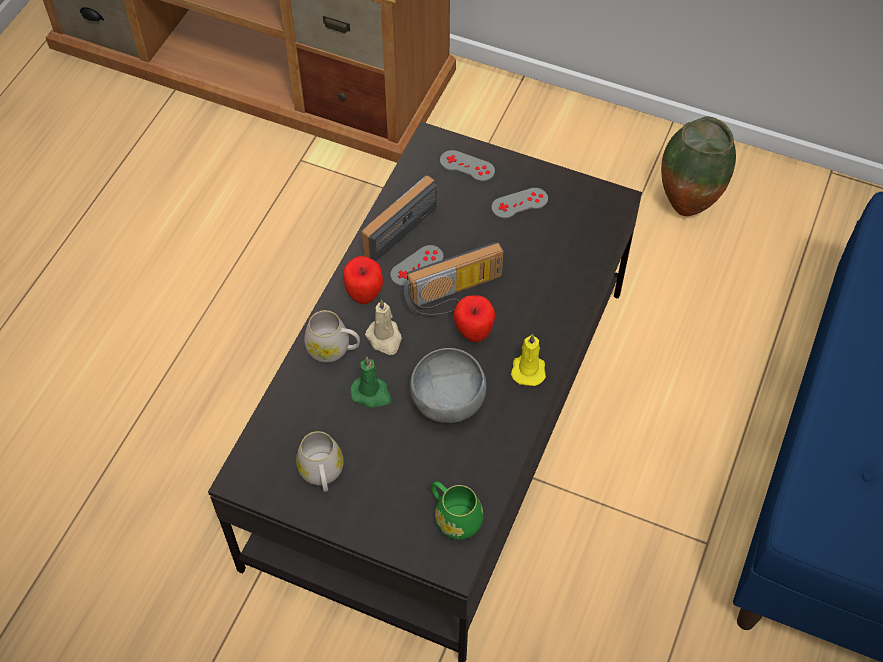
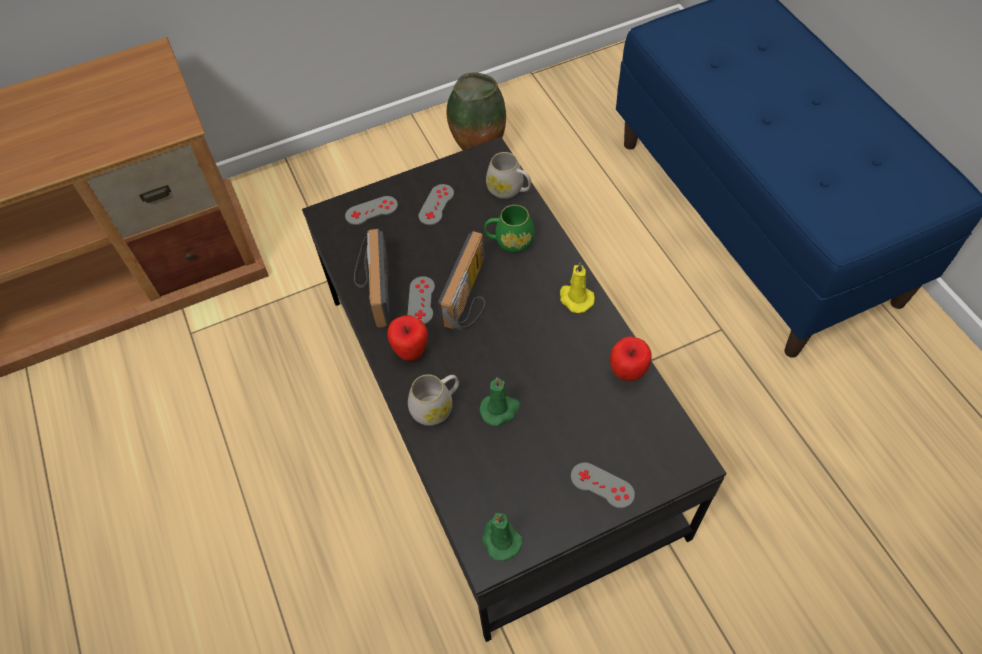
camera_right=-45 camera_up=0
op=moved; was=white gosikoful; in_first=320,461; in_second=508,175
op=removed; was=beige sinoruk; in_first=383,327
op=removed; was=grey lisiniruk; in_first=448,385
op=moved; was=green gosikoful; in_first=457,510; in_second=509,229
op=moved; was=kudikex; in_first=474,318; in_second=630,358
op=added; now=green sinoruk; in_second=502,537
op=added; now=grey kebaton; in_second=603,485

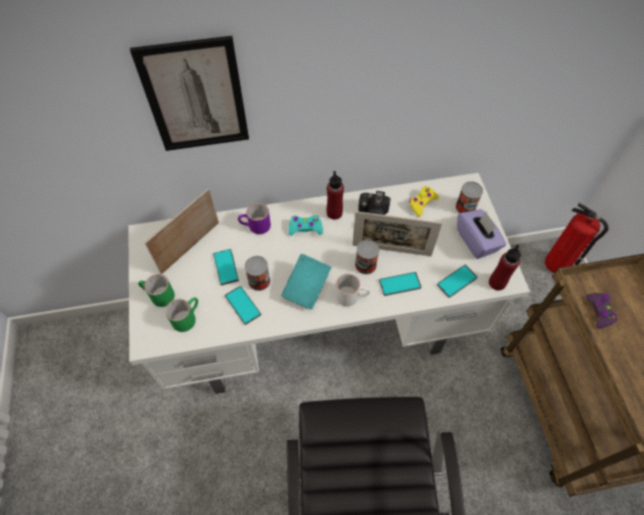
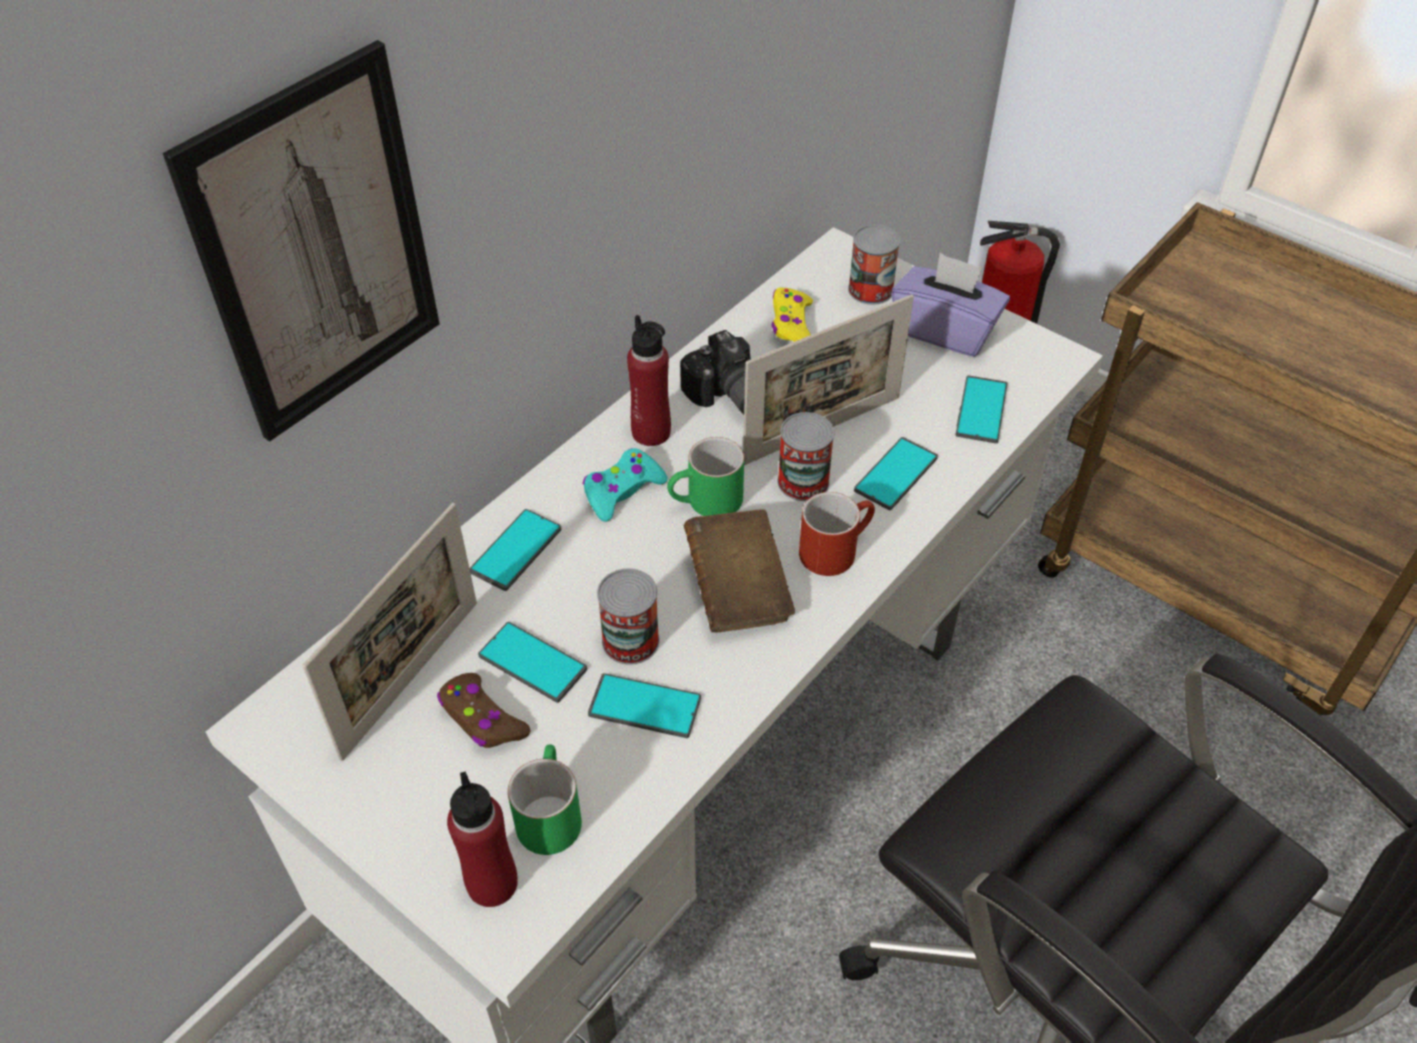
camera_right=-40 camera_up=-10
op=moved; was=green gosikoful; in_first=156,290; in_second=705,476
op=turned; was=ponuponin; in_first=181,231; in_second=389,632; clockwise=-150
op=replaced; was=purple gosikoful; now=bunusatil; in_first=254,218; in_second=515,550
op=recoloured; was=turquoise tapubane; now=brown tapubane; in_first=306,281; in_second=739,570
op=recoloured; was=white gosikoful; now=red gosikoful; in_first=353,290; in_second=837,534
op=moved; was=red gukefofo; in_first=505,267; in_second=482,839
op=removed; was=purple kebaton; in_first=602,311
op=added; now=brown kebaton; in_second=483,710

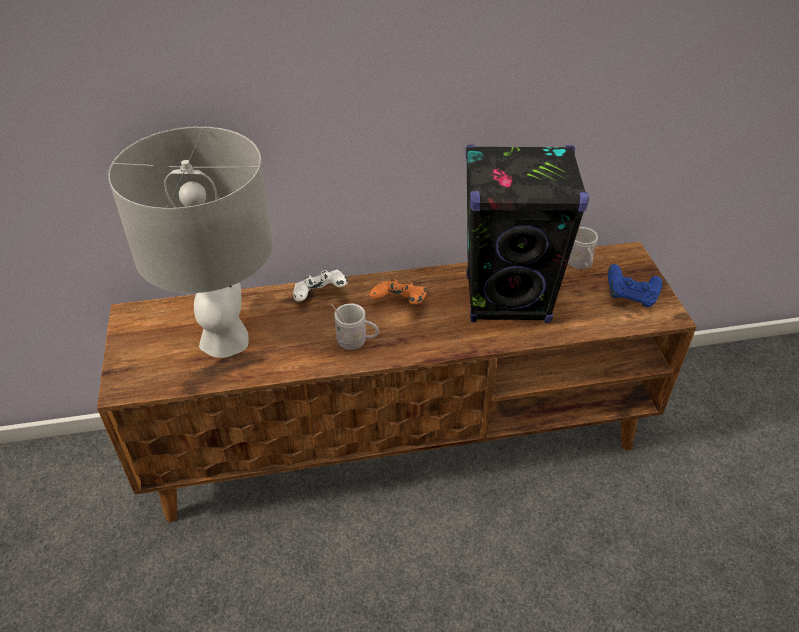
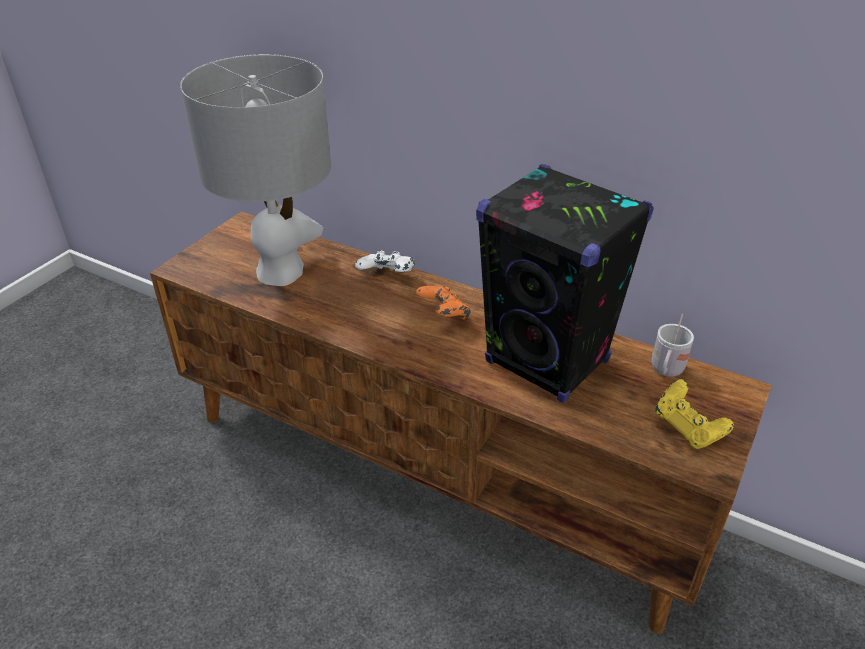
camera_right=40 camera_up=-5
op=removed; was=white gosikoful; in_first=355,326
op=recoloured; was=blue kebaton; now=yellow kebaton; in_first=635,285; in_second=694,414

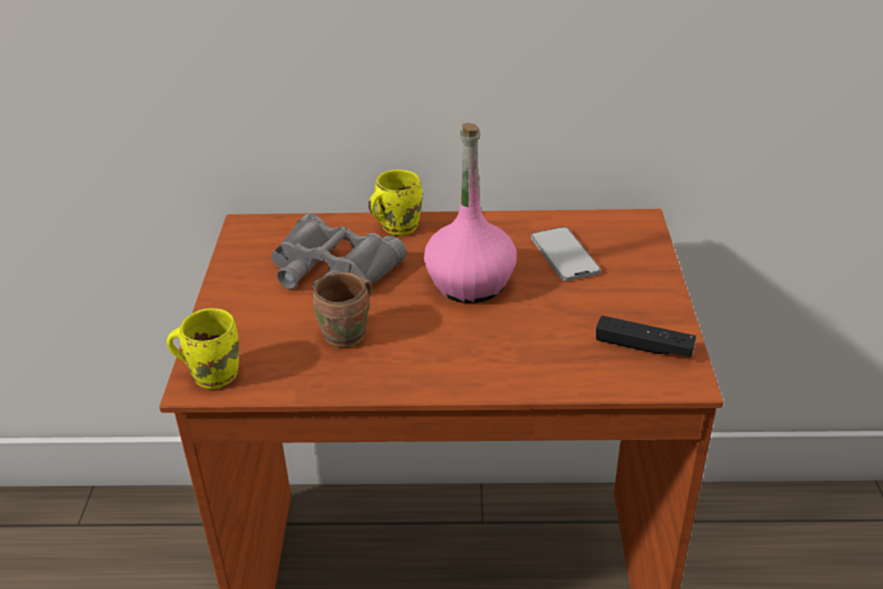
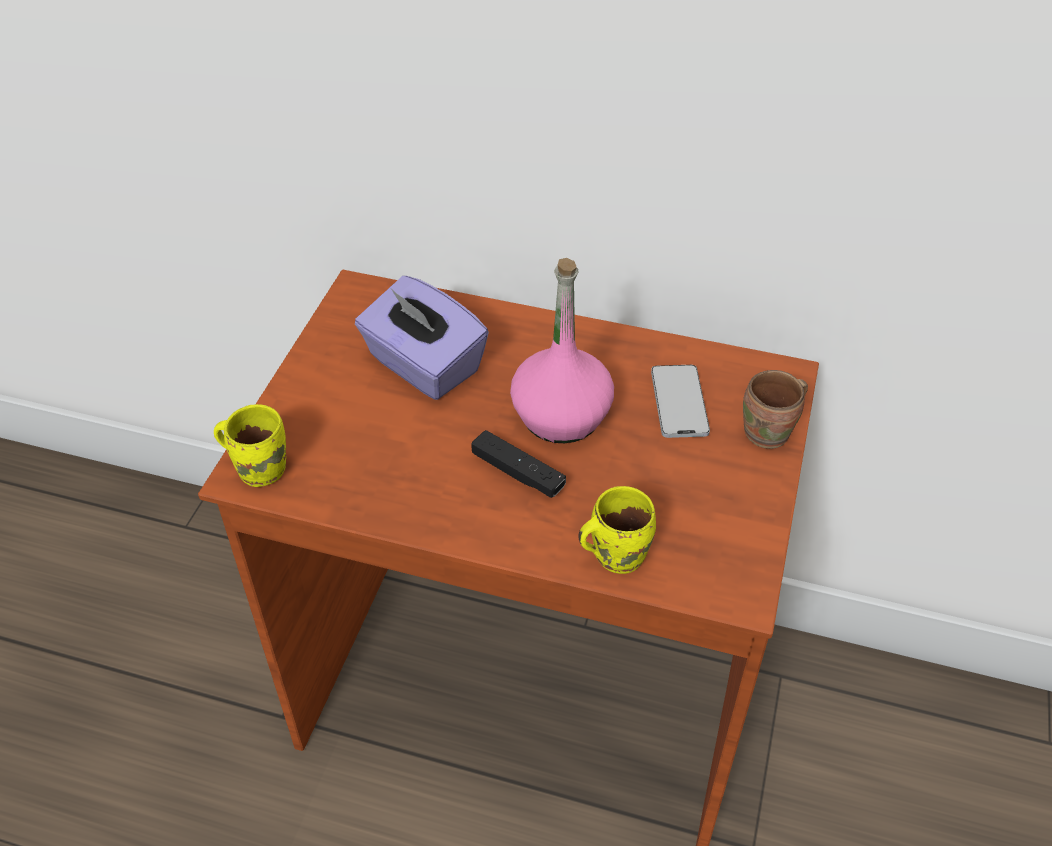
camera_right=15 camera_up=10
op=replaced; was=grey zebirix; now=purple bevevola; in_first=339,252; in_second=422,338
op=moved; was=brown gosikoful; in_first=342,309; in_second=775,409
op=moved; was=yellow gosikoful; in_first=395,203; in_second=617,530
op=moved; was=black kebaton; in_first=646,336; in_second=519,464

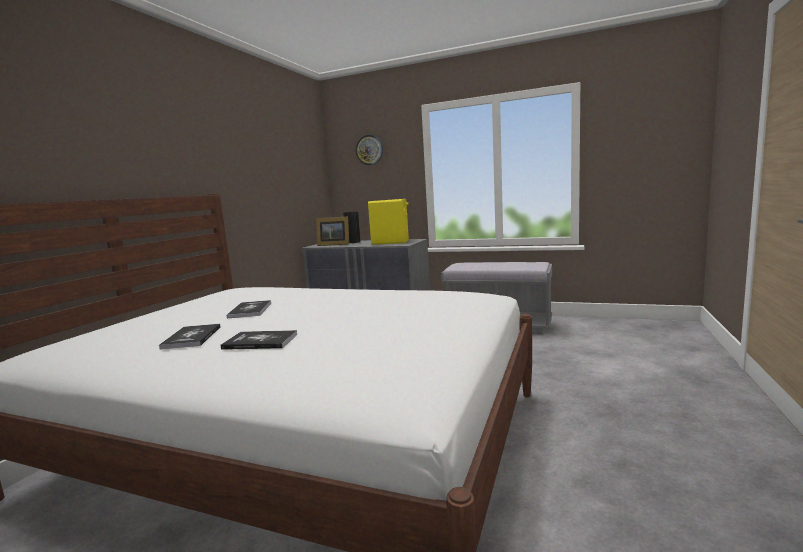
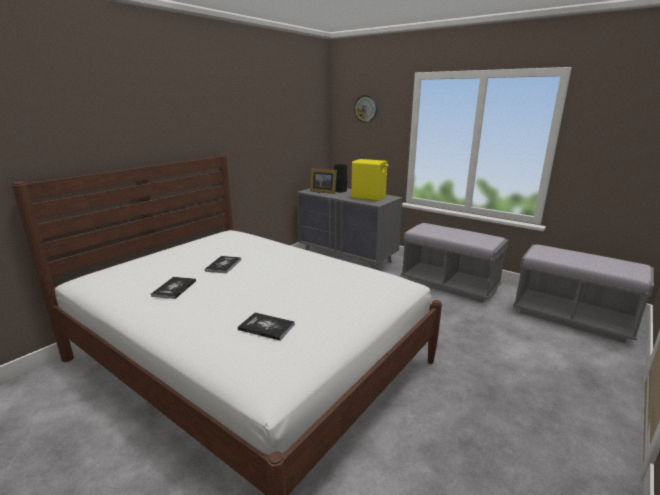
camera_right=15 camera_up=10
op=moved; was=tapubane; in_first=259,340; in_second=266,326
op=added; now=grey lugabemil; in_second=583,293

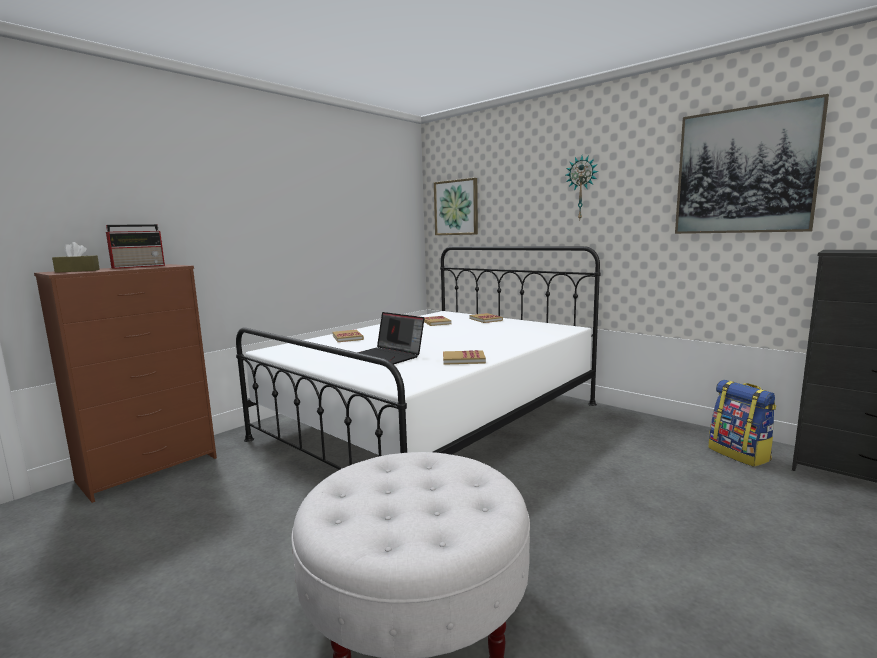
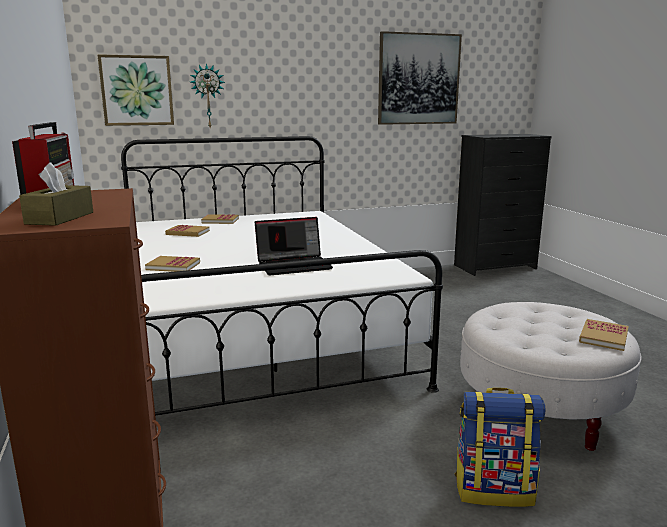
camera_right=-60 camera_up=5
op=moved; was=tapubane; in_first=464,357; in_second=604,335
op=moved; was=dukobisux; in_first=582,187; in_second=208,95
op=moved; was=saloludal; in_first=742,423; in_second=500,447

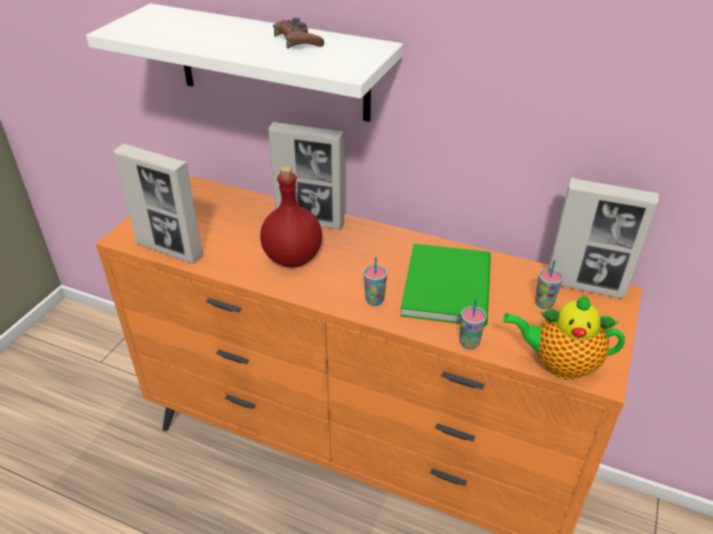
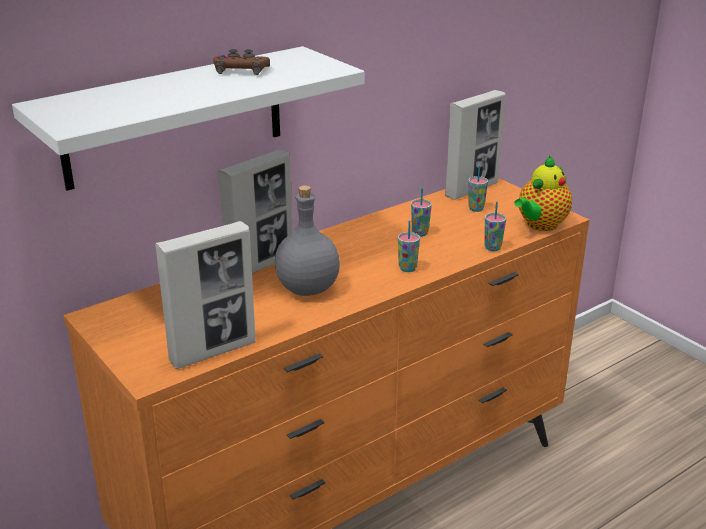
camera_right=-60 camera_up=-10
op=recoloured; was=red gukefofo; now=grey gukefofo; in_first=291,217; in_second=307,240
op=replaced; was=green tapubane; now=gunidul; in_first=445,285; in_second=421,212

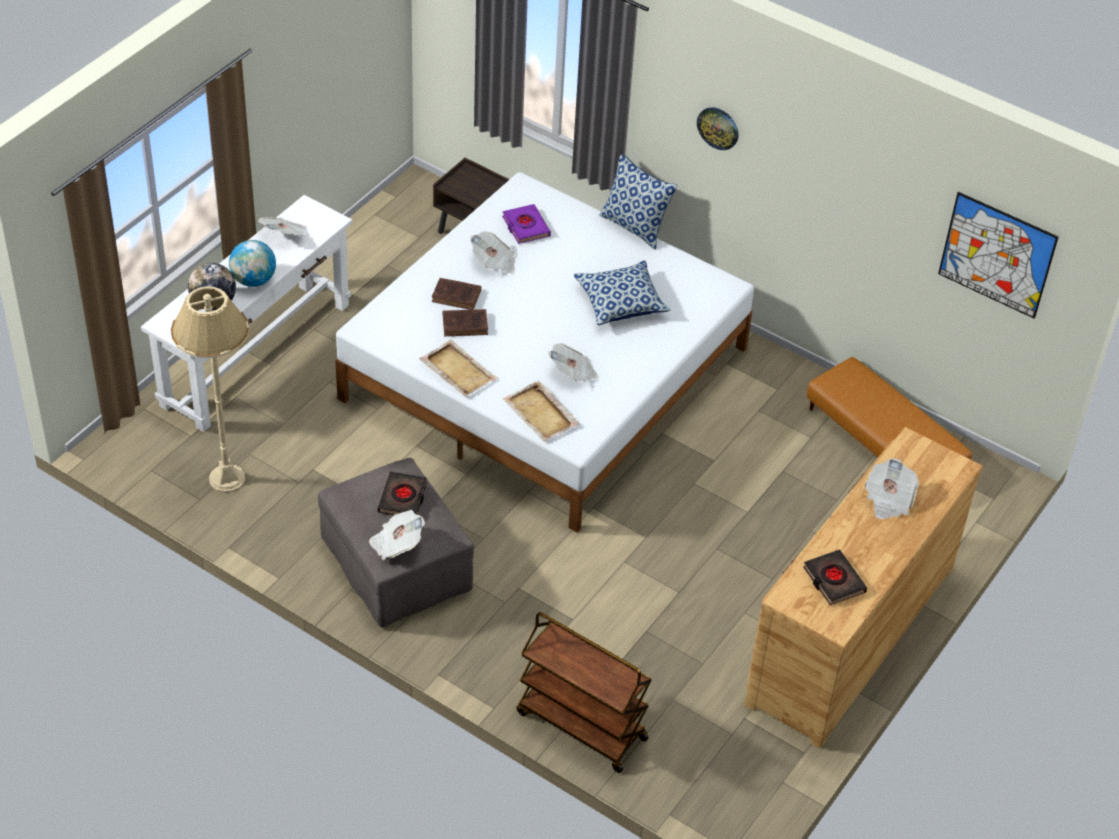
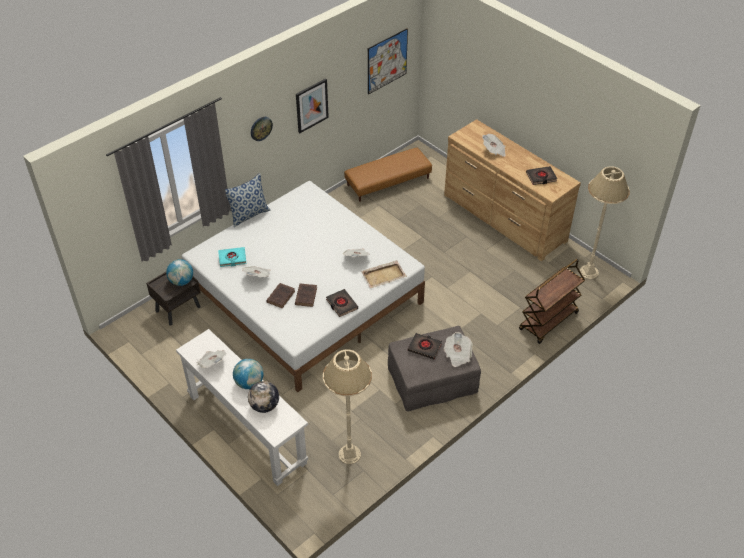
camera_right=-75 camera_up=0
op=replaced; was=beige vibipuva; now=black tapubane; in_first=458,368; in_second=342,303
op=recoloured; was=purple tapubane; now=turquoise tapubane; in_first=526,224; in_second=232,257
op=removed; was=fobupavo; in_first=622,292
op=added; now=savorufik; in_second=179,272
op=added; now=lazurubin; in_second=312,105
op=added; now=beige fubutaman; in_second=605,222

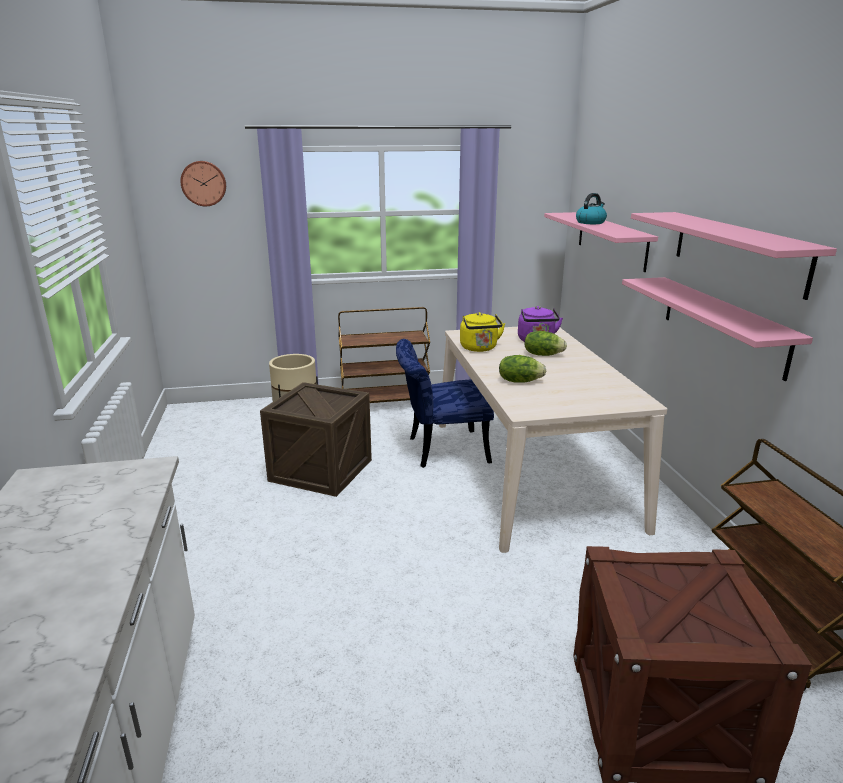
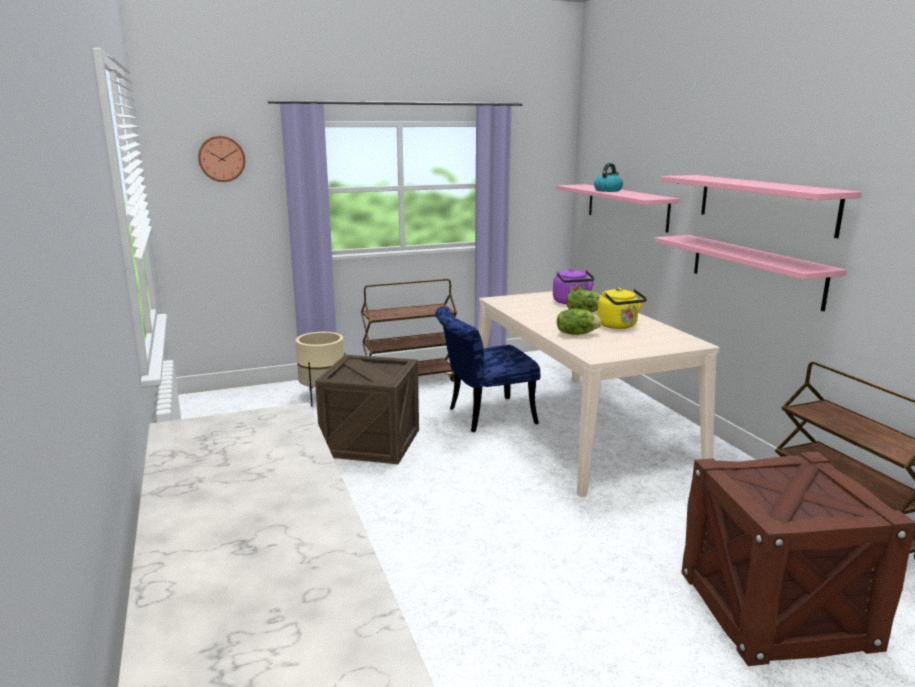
camera_right=-10 camera_up=-5
op=moved; was=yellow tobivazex; in_first=482,332; in_second=622,308

